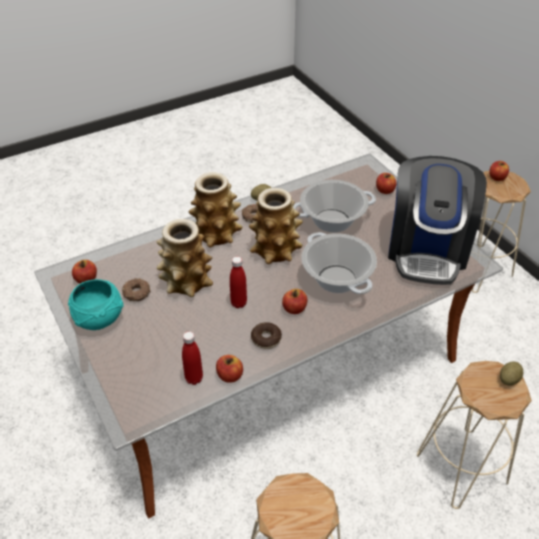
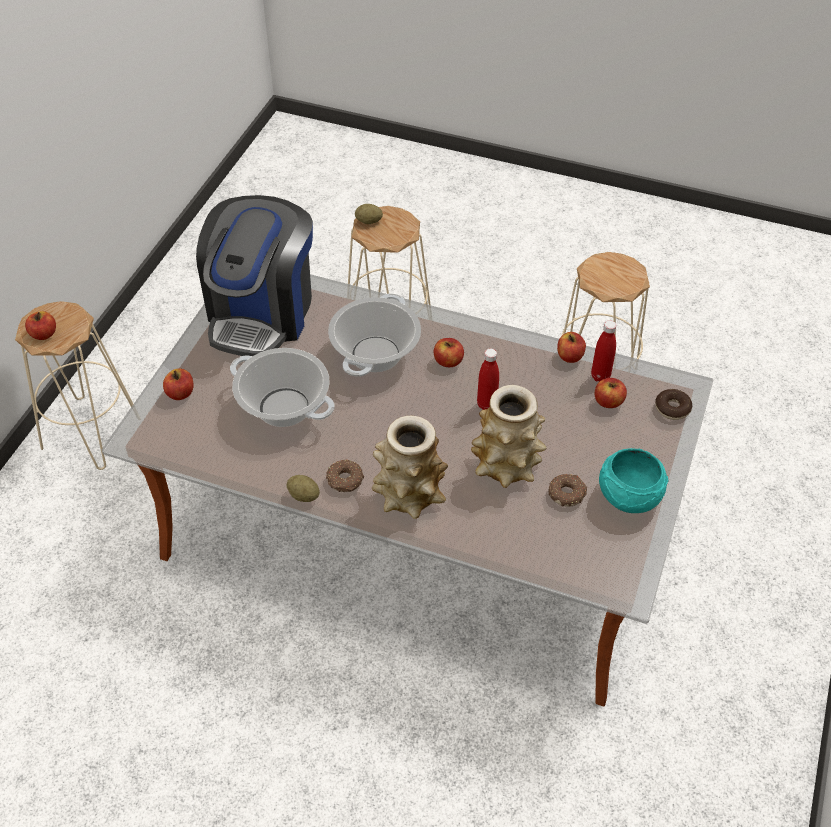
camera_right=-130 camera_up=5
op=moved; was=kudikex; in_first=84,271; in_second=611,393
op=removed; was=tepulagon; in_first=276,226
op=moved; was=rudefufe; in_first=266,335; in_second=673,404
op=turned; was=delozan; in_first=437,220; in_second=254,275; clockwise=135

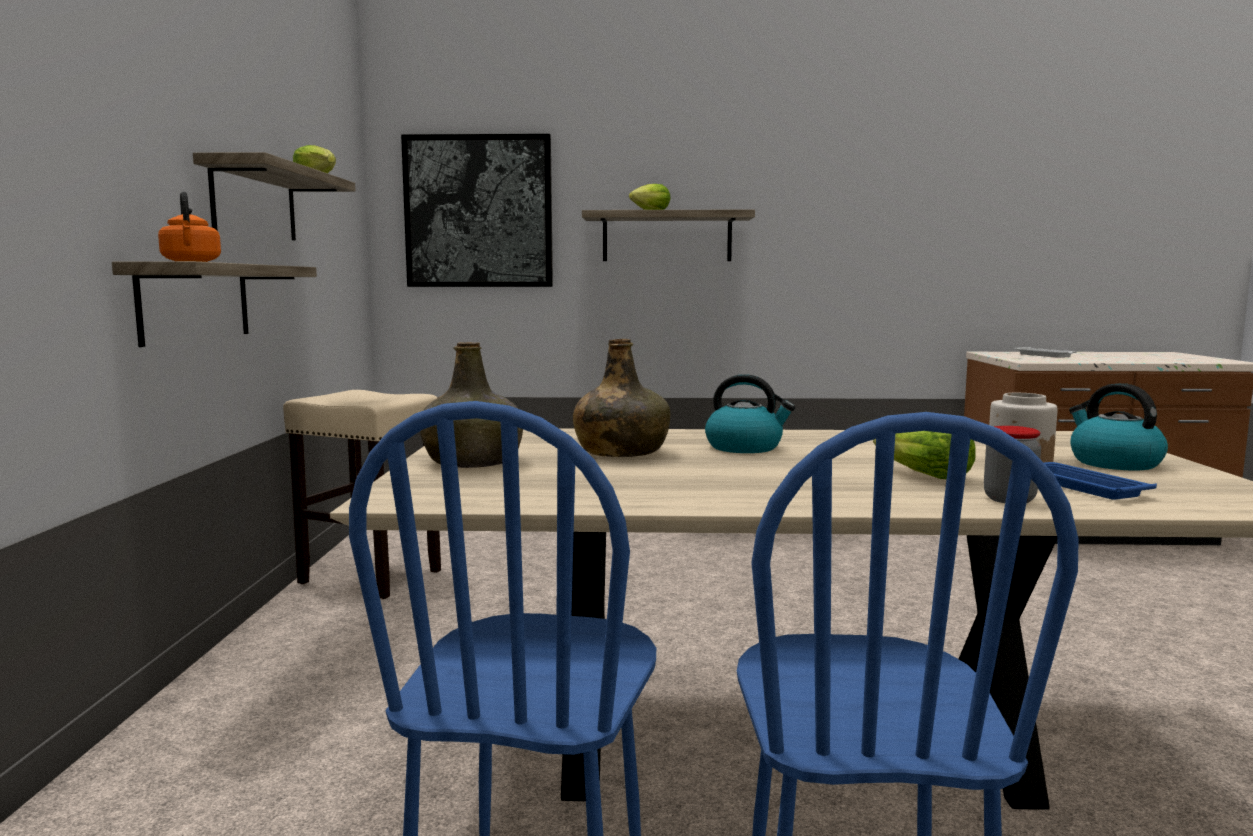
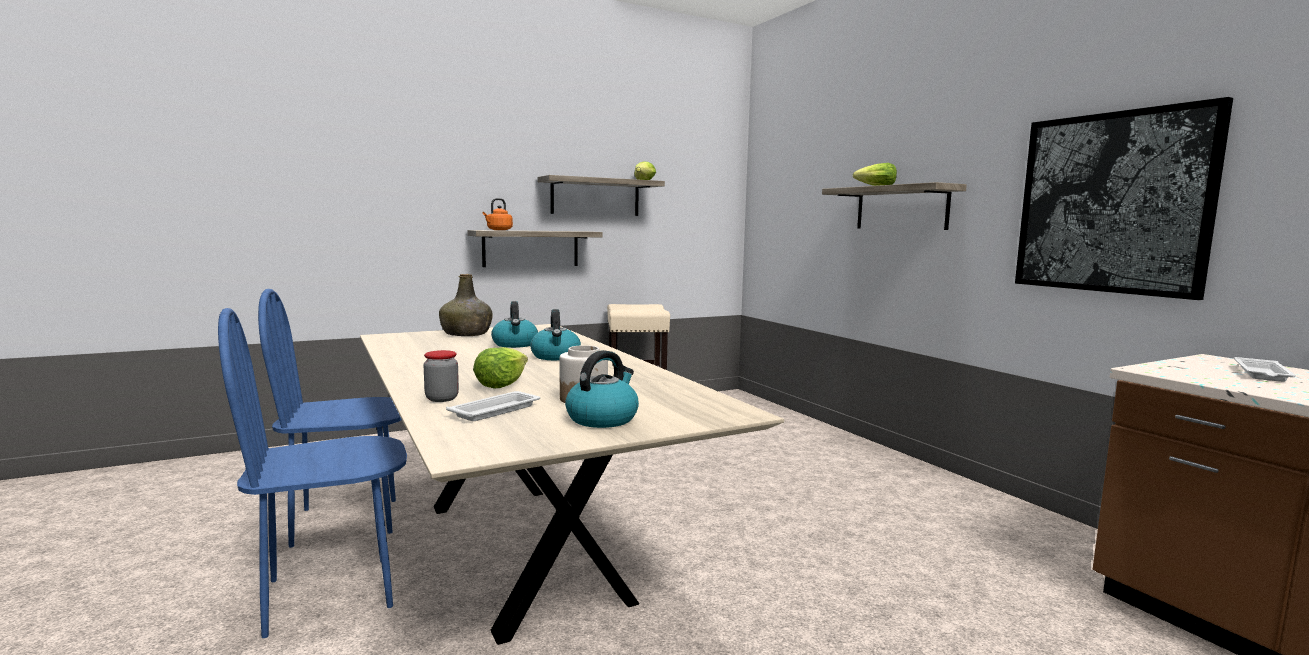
camera_right=60 camera_up=0
op=moved; was=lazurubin; in_first=477,210; in_second=1124,198
op=replaced; was=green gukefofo; now=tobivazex; in_first=621,398; in_second=514,324
op=recoloured; was=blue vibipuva; now=white vibipuva; in_first=1100,481; in_second=493,406

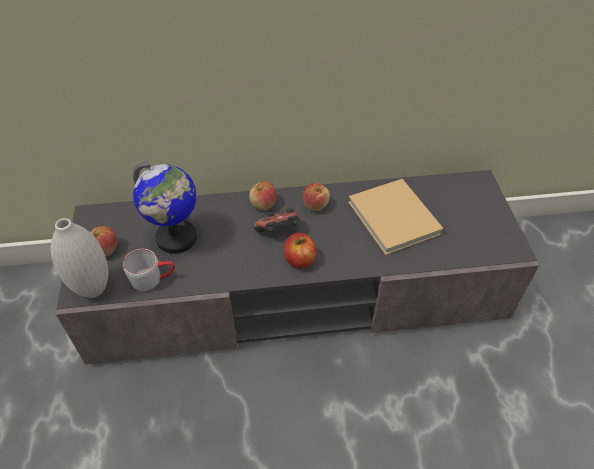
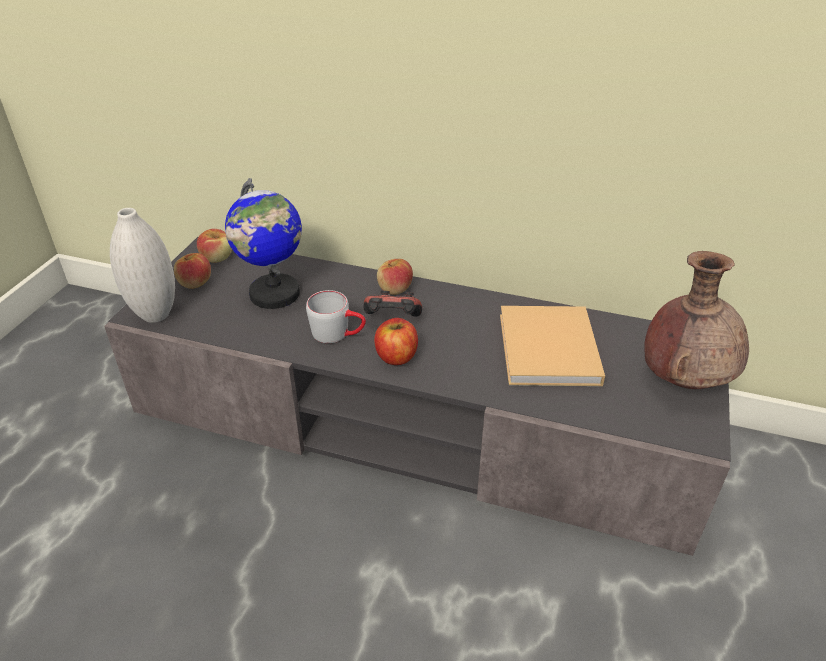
camera_right=25 camera_up=-10
op=moved; was=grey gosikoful; in_first=149,270; in_second=336,316
op=moved; was=kudikex; in_first=316,197; in_second=214,246
op=added; now=brown tepulagon; in_second=696,320

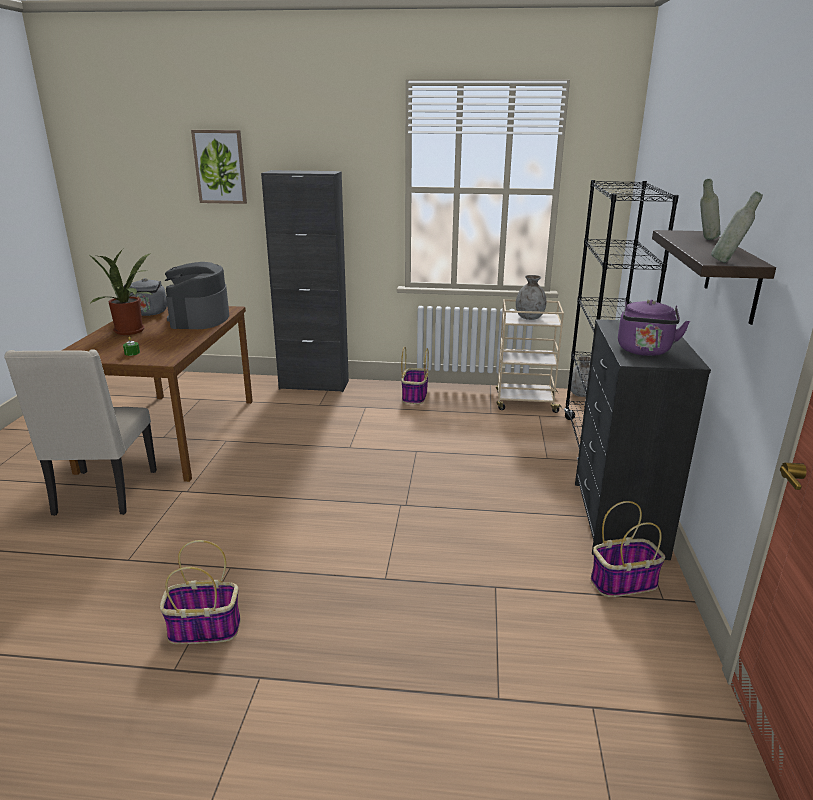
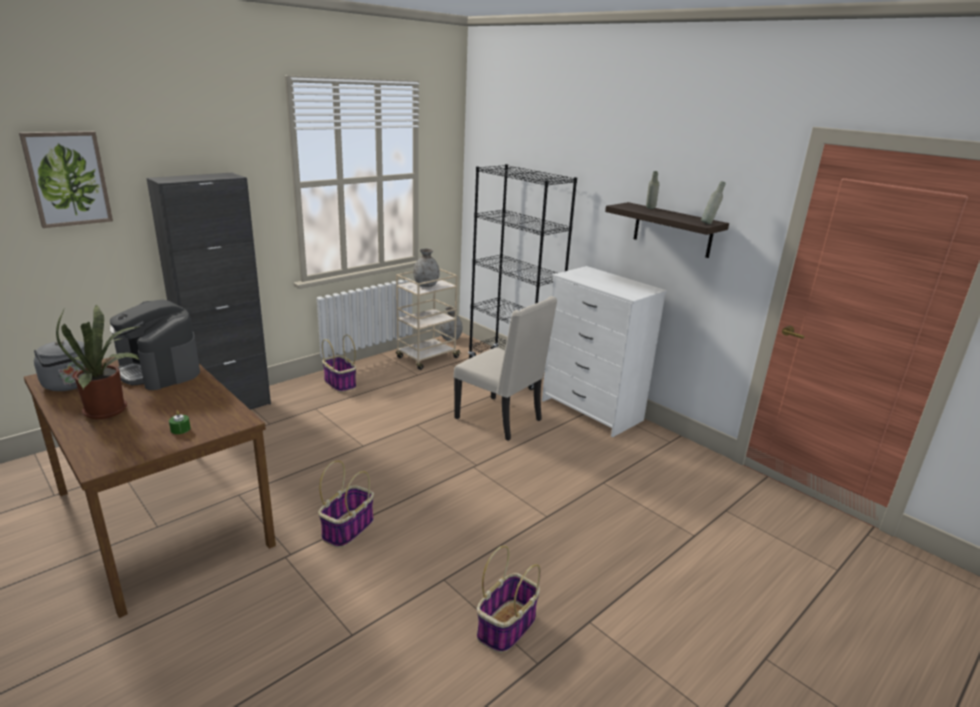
camera_right=-50 camera_up=0
op=moved; was=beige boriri; in_first=80,432; in_second=505,368
op=recoloured; was=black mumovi; now=white mumovi; in_first=643,439; in_second=604,351
op=moved; was=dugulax; in_first=628,549; in_second=346,504
op=removed; was=purple tobivazex; in_first=654,328

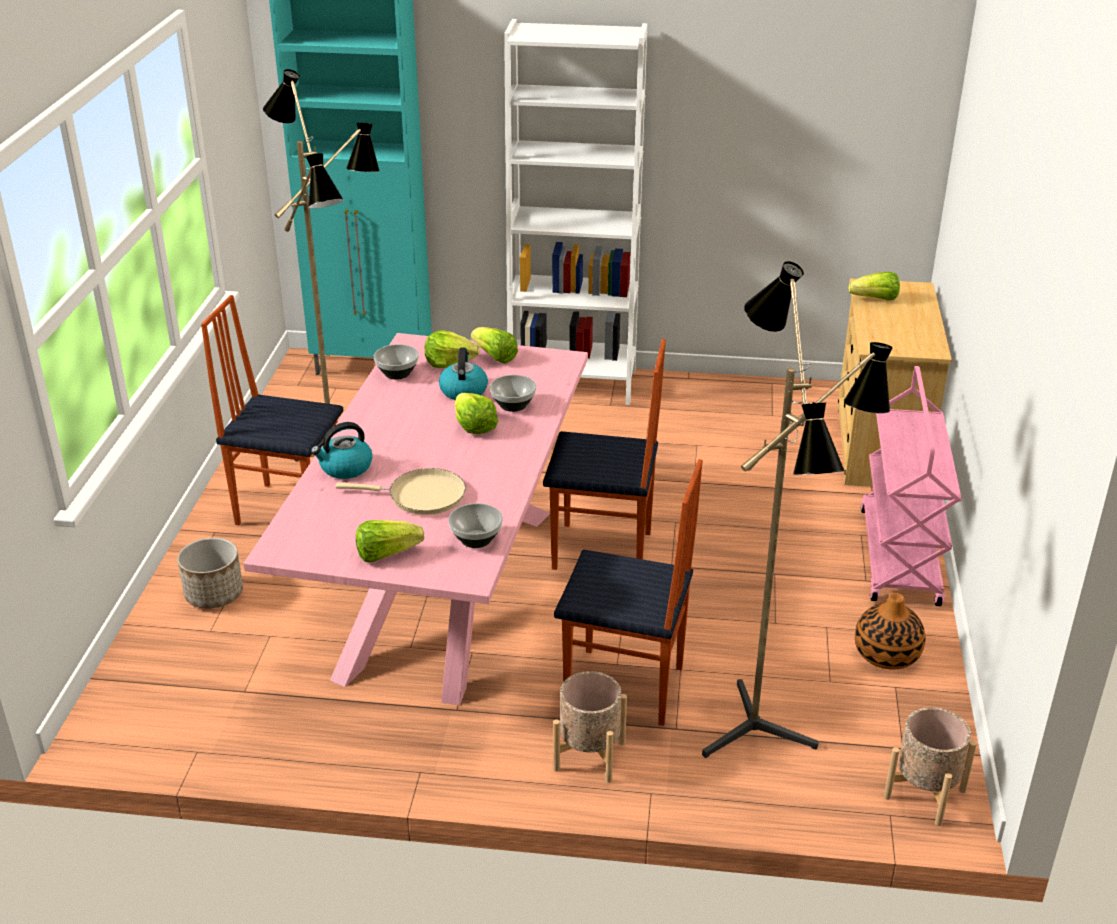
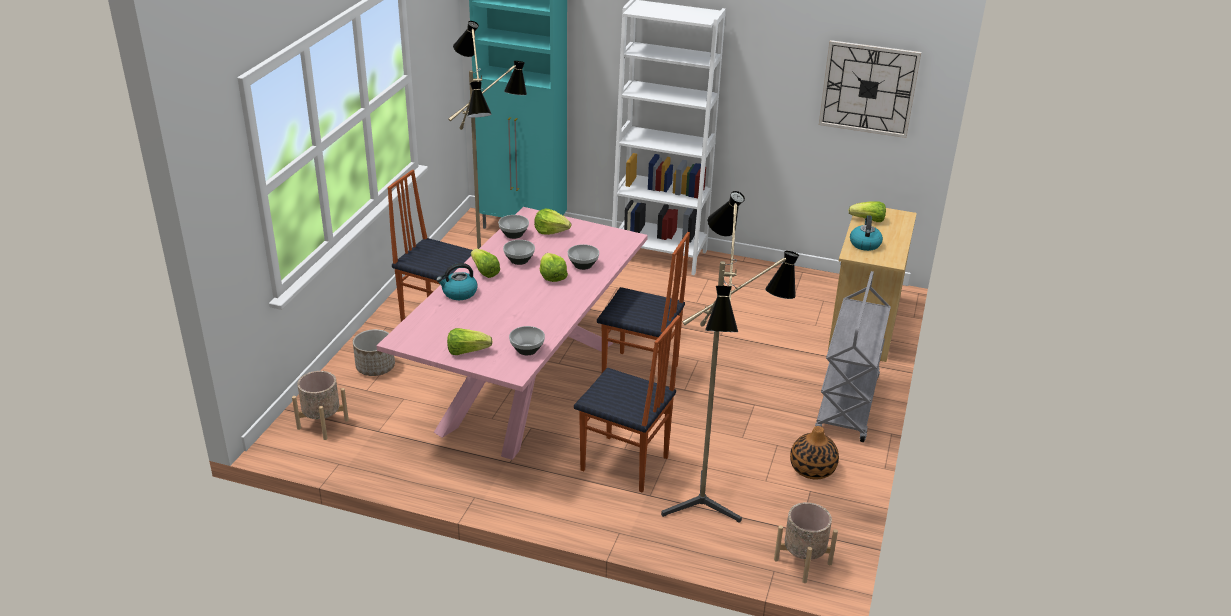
camera_right=10 camera_up=0
op=removed; was=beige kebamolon; in_first=400,491
op=moved; was=tobivazex; in_first=463,374; in_second=866,233
op=moved; was=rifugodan; in_first=494,345; in_second=485,263
op=moved; was=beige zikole; in_first=590,727; in_second=320,405
op=recoloured; was=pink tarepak; now=grey tarepak; in_first=911,486; in_second=853,356
op=added; now=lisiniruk; in_second=519,252
op=added; now=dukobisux; in_second=870,89

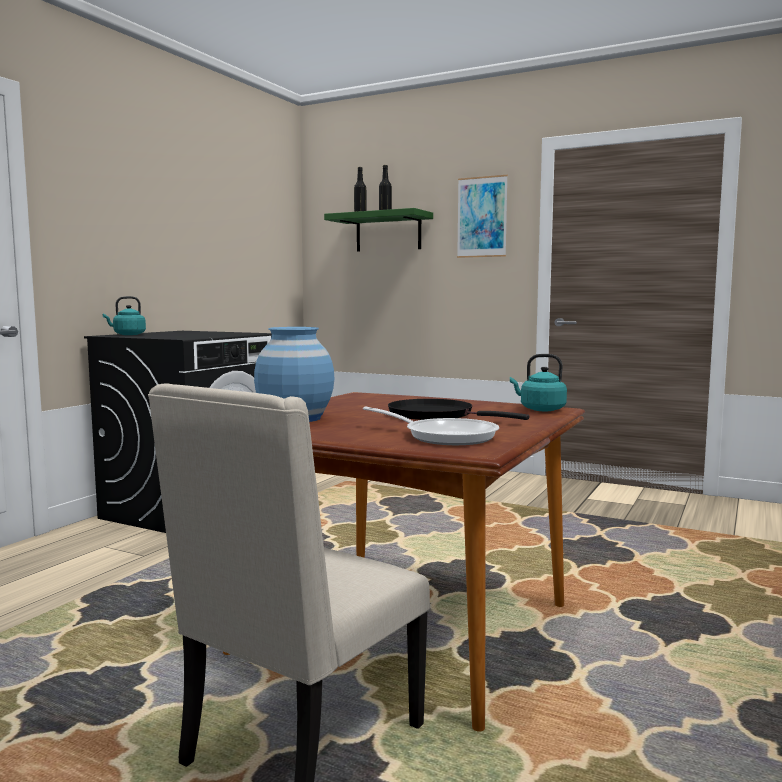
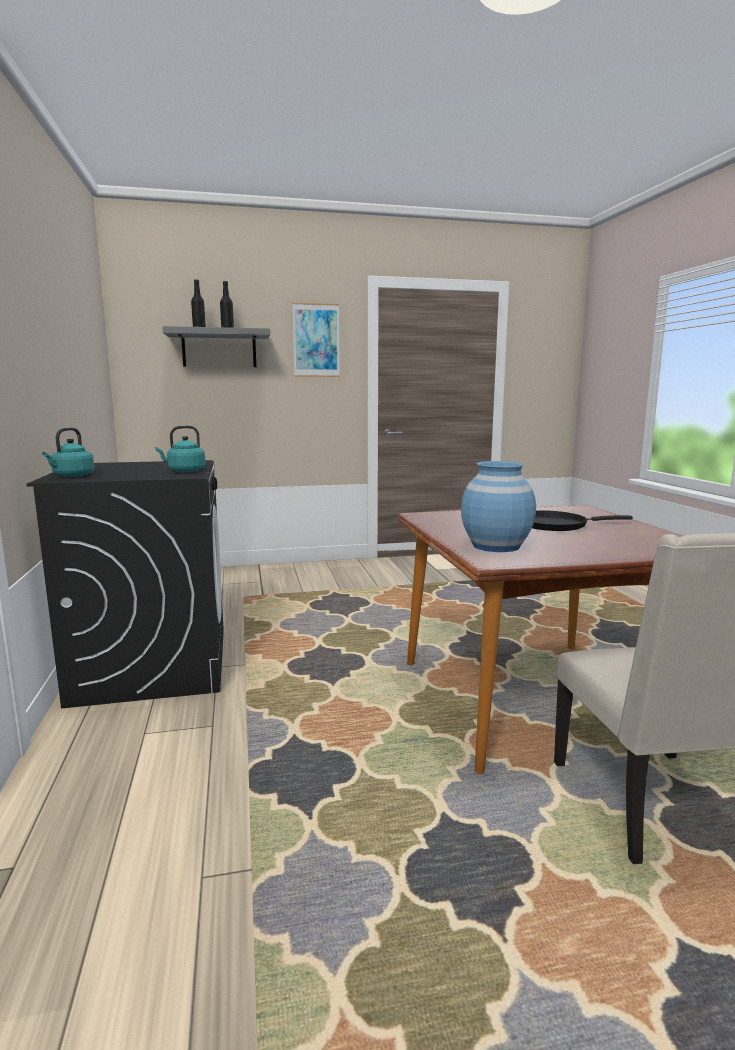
camera_right=-40 camera_up=5
op=recoloured; was=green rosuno; now=grey rosuno; in_first=378,229; in_second=216,346
op=removed; was=kebamolon; in_first=431,426
op=moved; was=turquoise tobivazex; in_first=538,382; in_second=180,449

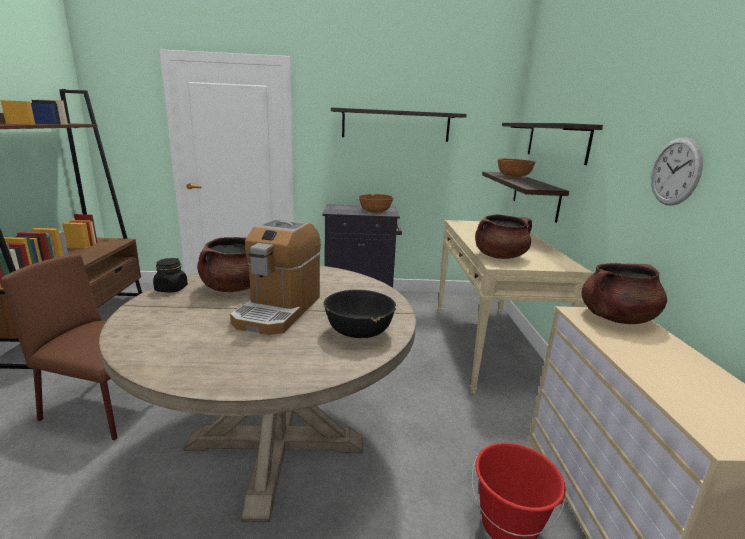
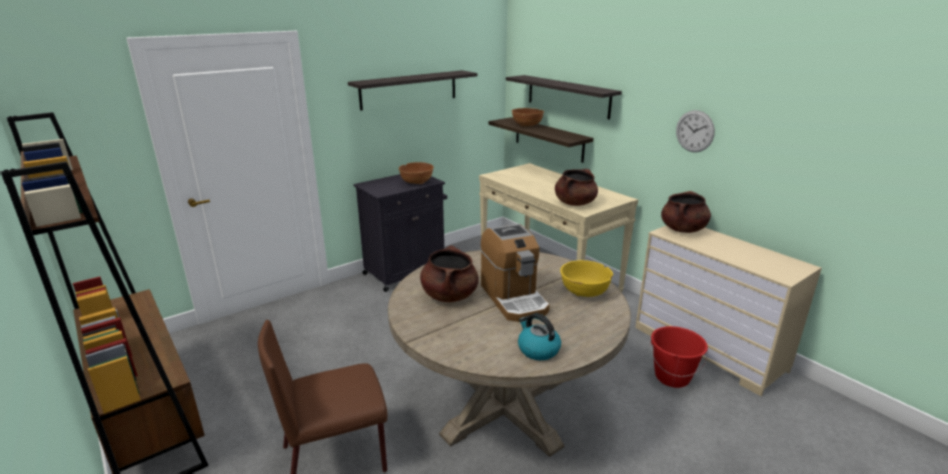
camera_right=-35 camera_up=5
op=removed; was=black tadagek; in_first=170,275
op=recoloured; was=black lisiniruk; now=yellow lisiniruk; in_first=359,314; in_second=586,278
op=added; now=tobivazex; in_second=539,336

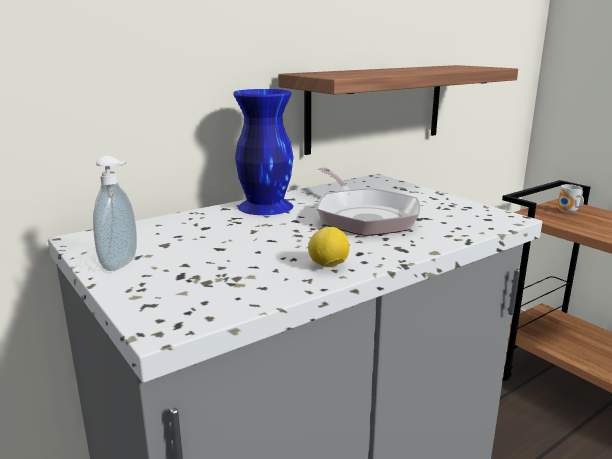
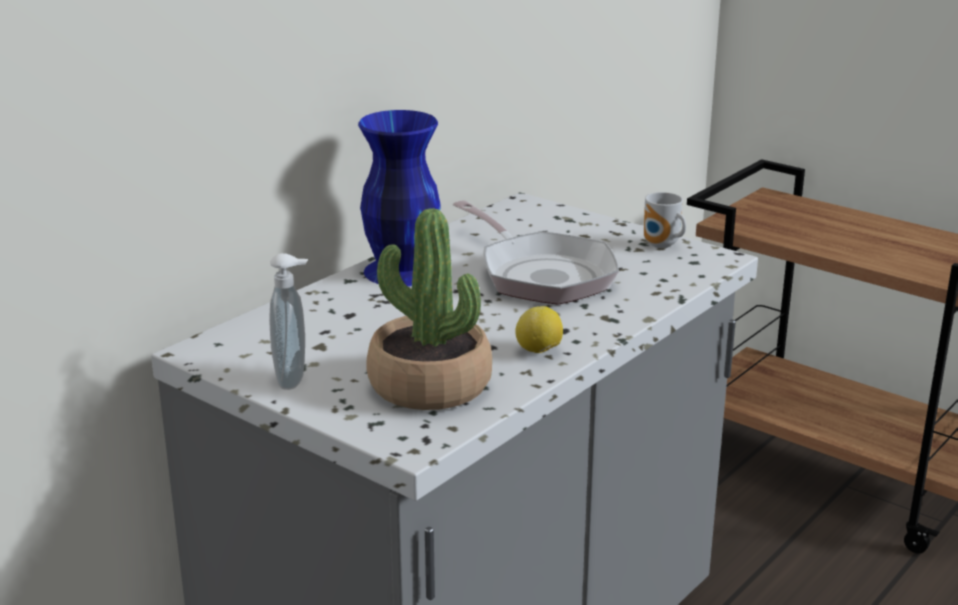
camera_right=-15 camera_up=5
op=removed; was=rosuno; in_first=398,110
op=moved; was=gosikoful; in_first=571,199; in_second=665,220
op=added; now=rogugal; in_second=429,309

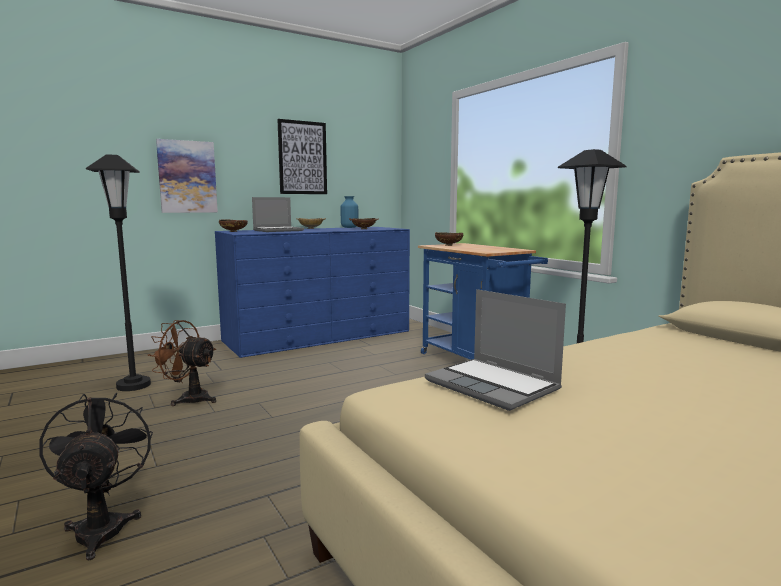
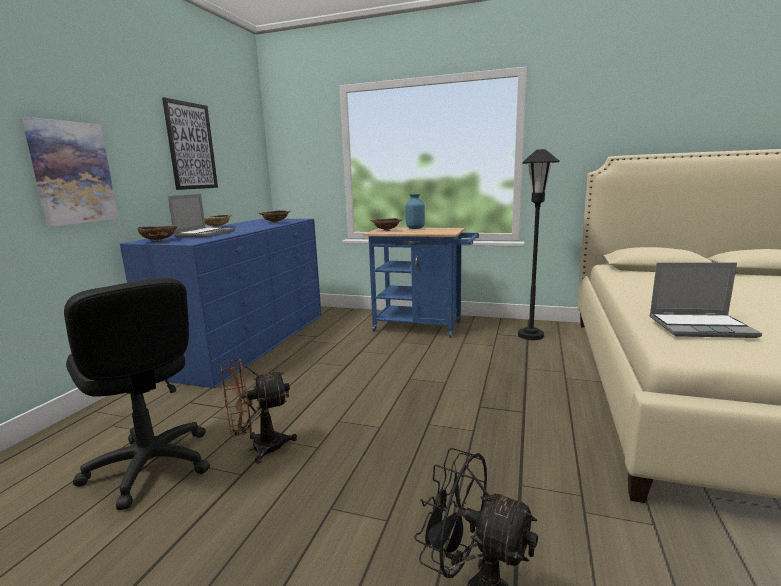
camera_right=-40 camera_up=5
op=replaced; was=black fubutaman; now=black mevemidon; in_first=118,272; in_second=137,394
op=moved; was=blue tepulagon; in_first=349,212; in_second=415,211

